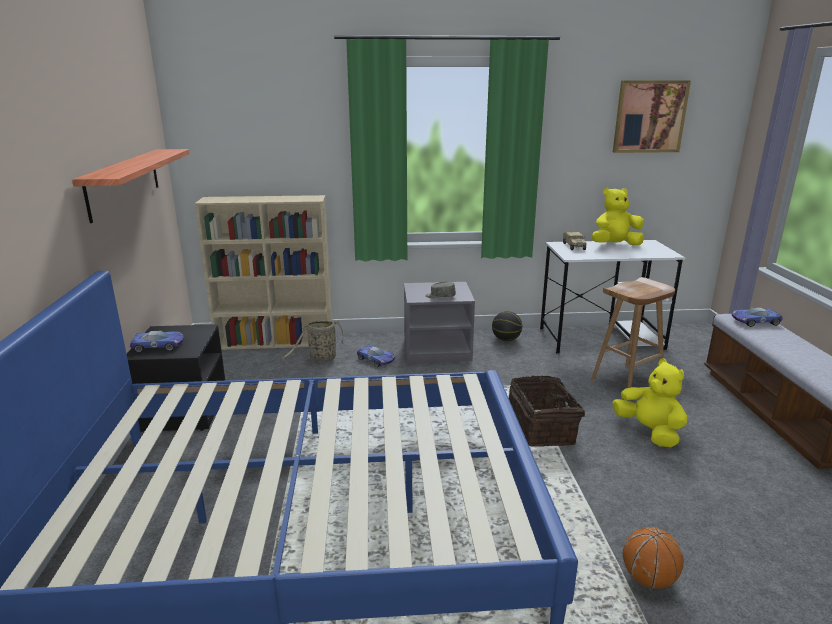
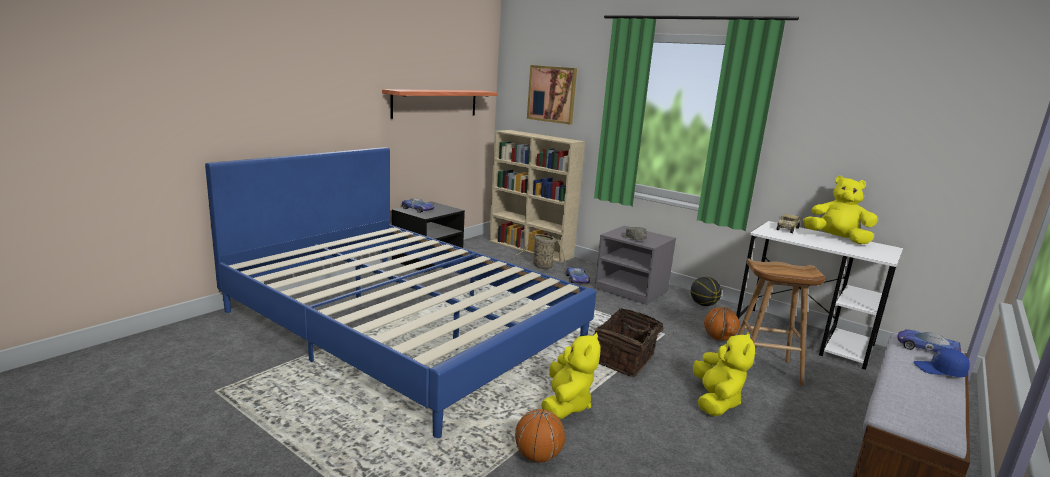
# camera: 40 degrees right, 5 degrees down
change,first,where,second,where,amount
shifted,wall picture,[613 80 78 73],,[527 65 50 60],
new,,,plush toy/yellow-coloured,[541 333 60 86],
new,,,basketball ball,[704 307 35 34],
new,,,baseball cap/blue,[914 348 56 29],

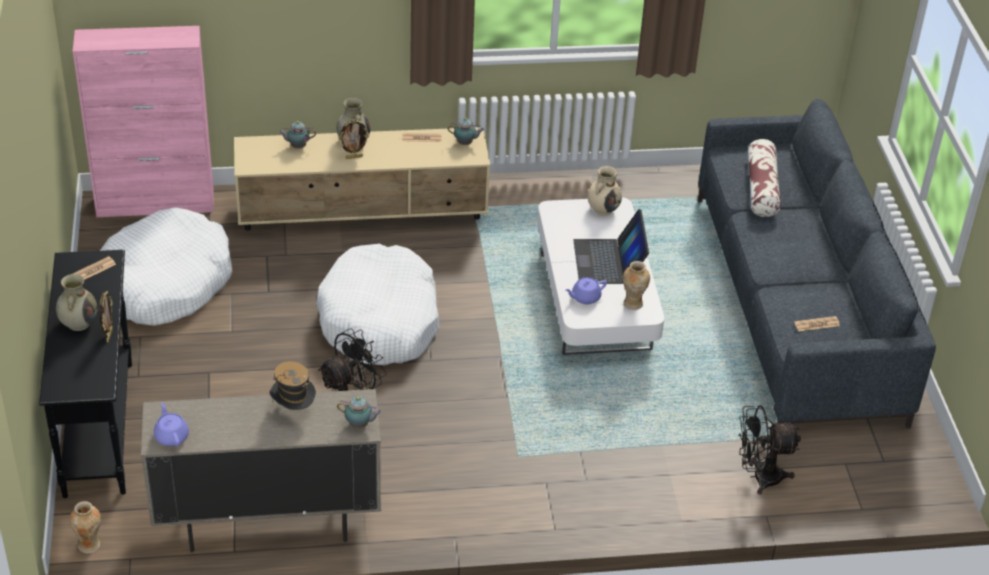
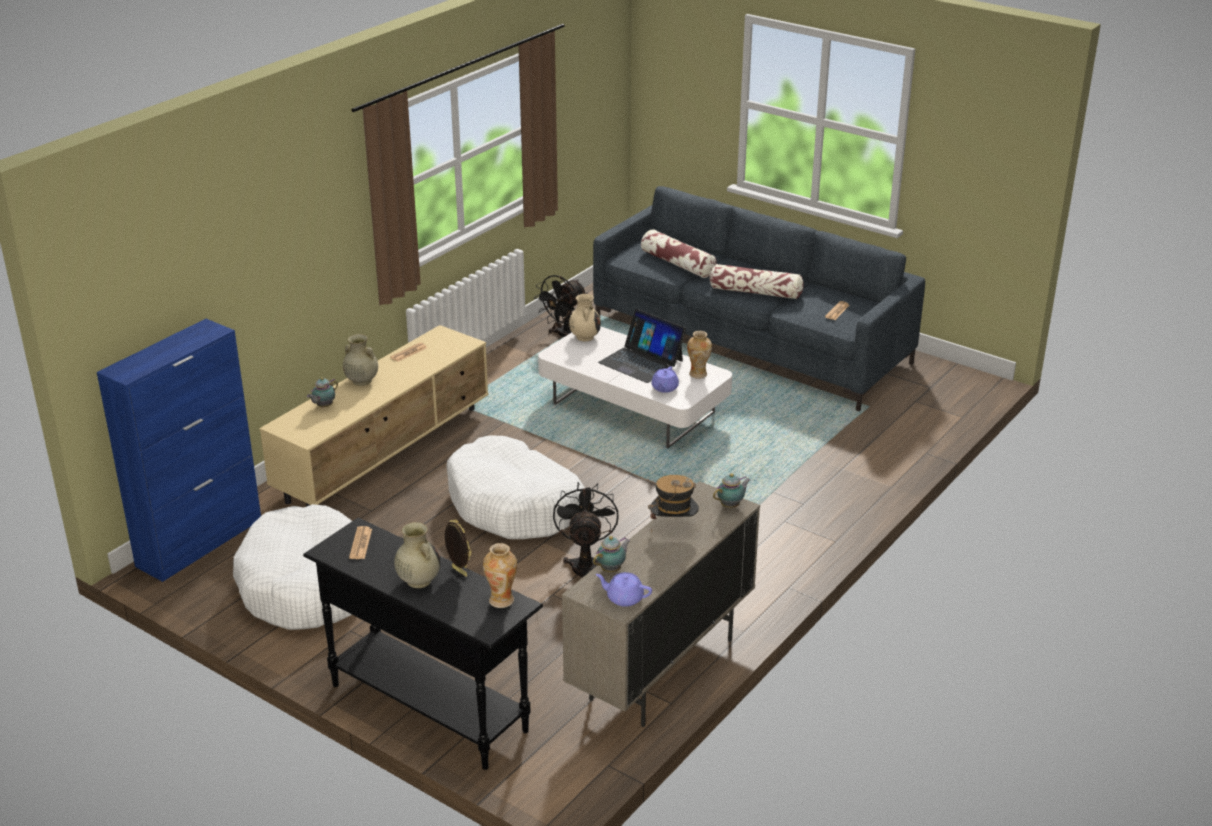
# camera: 45 degrees left, 10 degrees down
change,first,where,second,where,amount
repainted,cupboard/pinkish,[73 26 141 191],cupboard/blue,[97 319 164 263],
shifted,decorative vase,[70 501 31 52],,[483 543 34 65],
shifted,electric fan/black-coloured,[738 405 63 90],,[534 275 53 64],
shifted,pot for tea,[448 118 37 27],,[593 536 37 36],
new,,,pillow,[710 264 94 35],
gone,standing frame,[339 119 30 40],,,

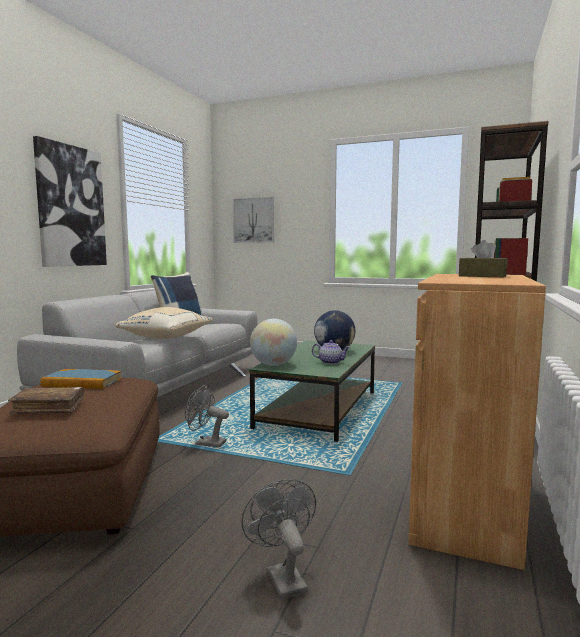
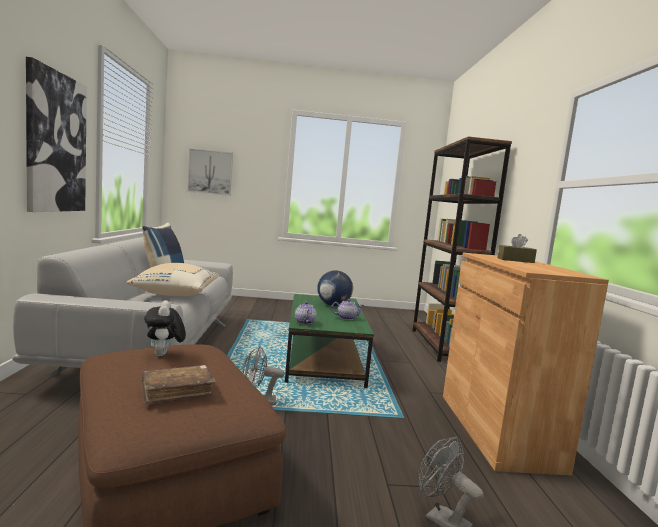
# camera: 25 degrees left, 0 degrees up
change,first,where,second,where,amount
swapped,book,[41 369 81 20],plush toy,[144 300 42 56],
swapped,world globe,[250 319 47 47],pot for tea,[295 302 21 23],

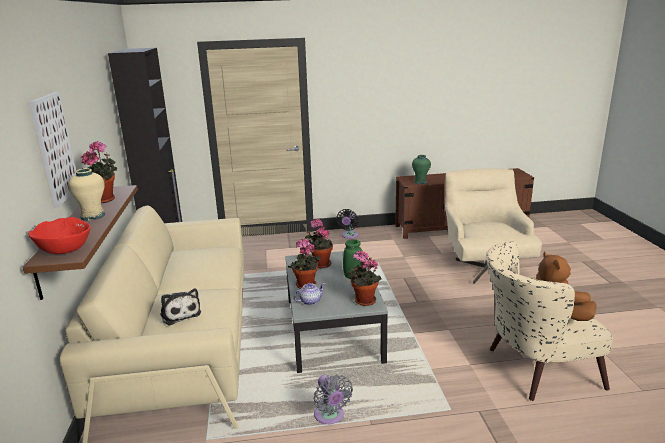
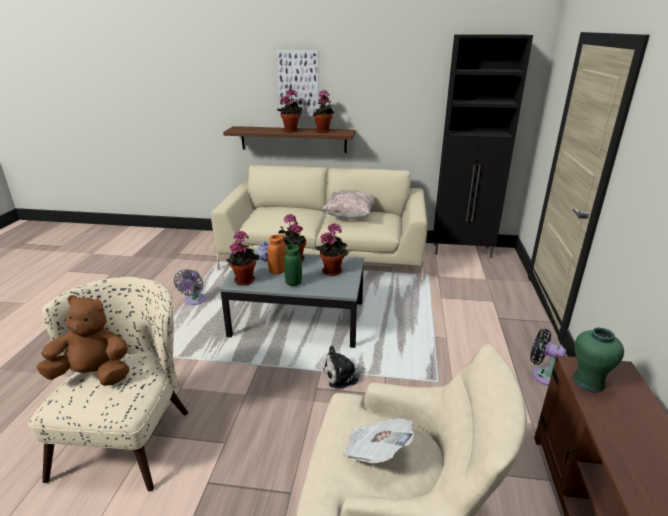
# camera: 105 degrees right, 5 degrees up
change,first,where,second,where,amount
rotated,electric fan/grey,[314 375 39 49],,[174 269 33 36],75 degrees counterclockwise
new,,,decorative vase/orangey,[268 235 18 39],
swapped,decorative vase/beige,[68 168 37 53],plant in a pot,[277 89 25 43],
new,,,pillow/beige,[322 190 54 29],
shifted,plush toy,[160 288 41 38],,[323 346 43 43],
new,,,printed paper,[343 418 71 45],
gone,serving bowl/red-coloured,[28 217 62 37],,,

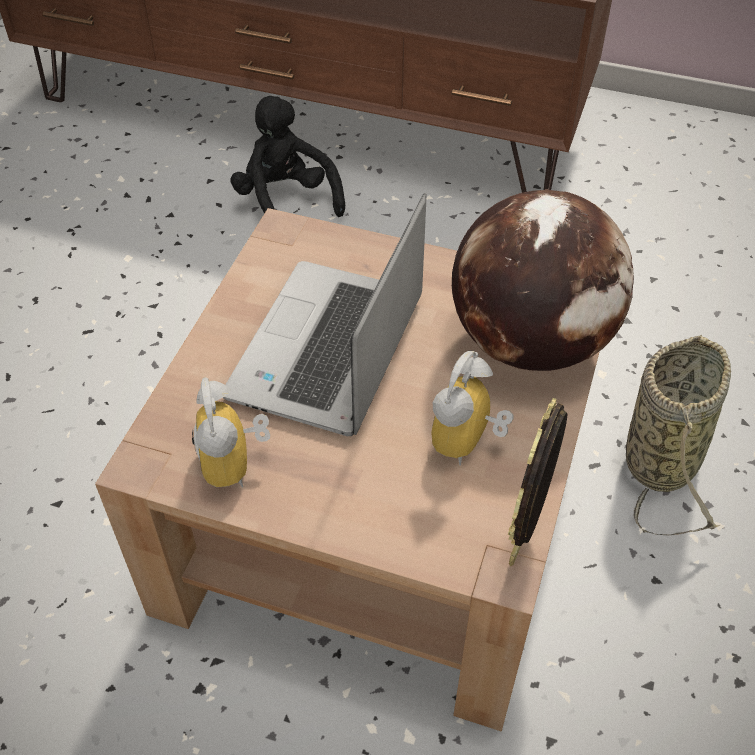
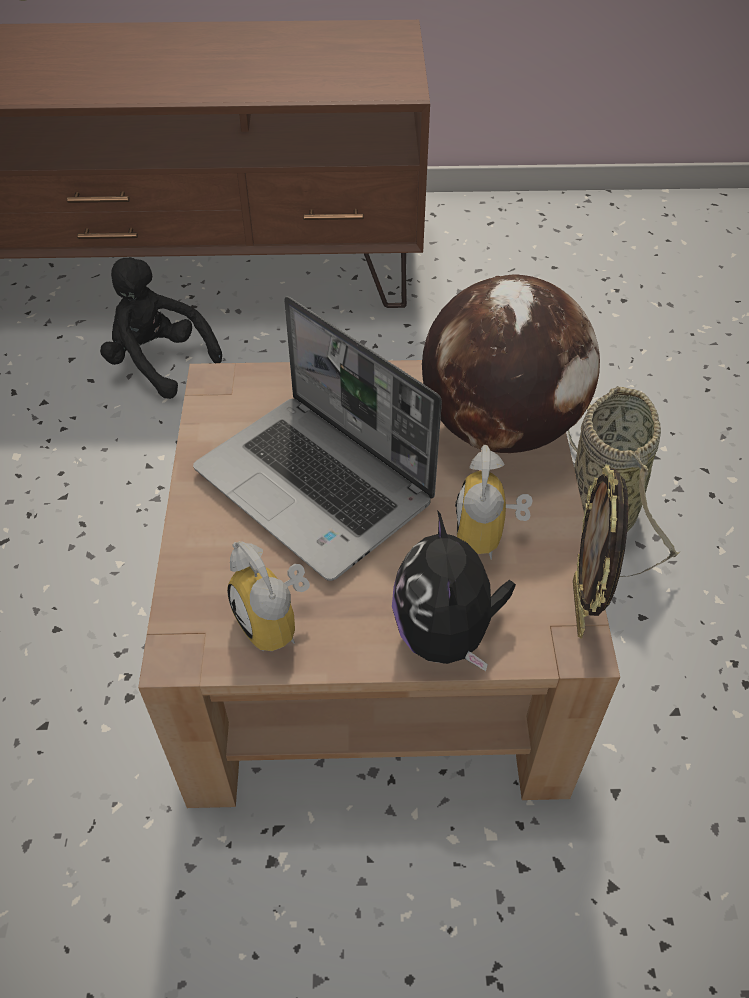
# camera: 20 degrees left, 0 degrees up
change,first,where,second,where,amount
rotated,portable computer,[223 193 203 243],,[193 296 249 285],45 degrees counterclockwise
new,,,plush toy,[392 510 124 161],

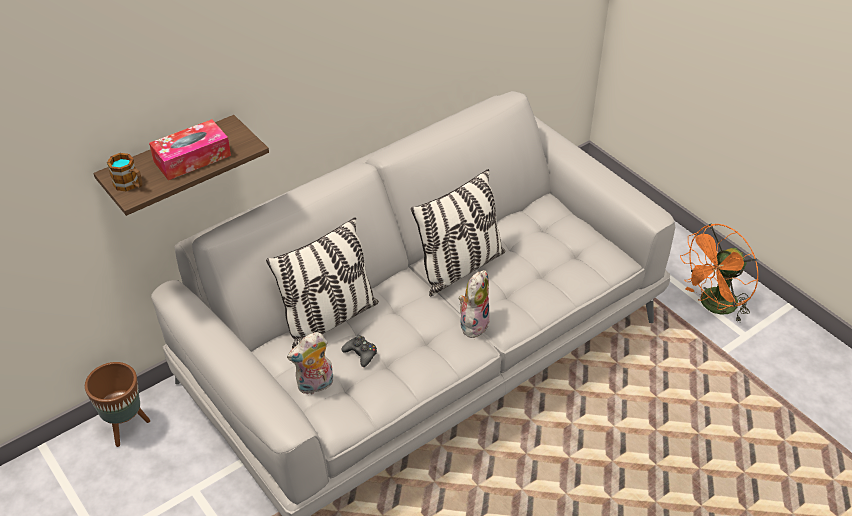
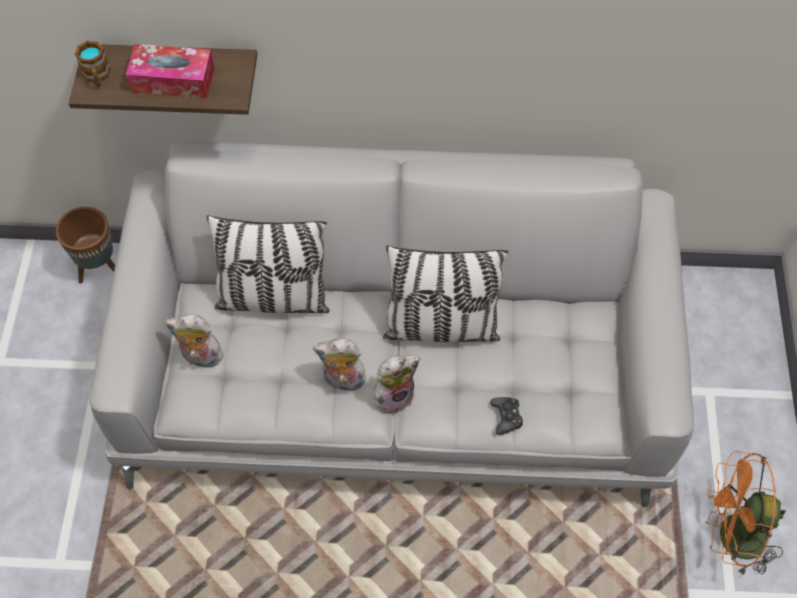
# camera: 40 degrees right, 15 degrees up
change,first,where,second,where,amount
new,,,plush toy,[313 338 53 57],
shifted,gamepad/black-coloured,[341 335 36 32],,[490 397 33 38],

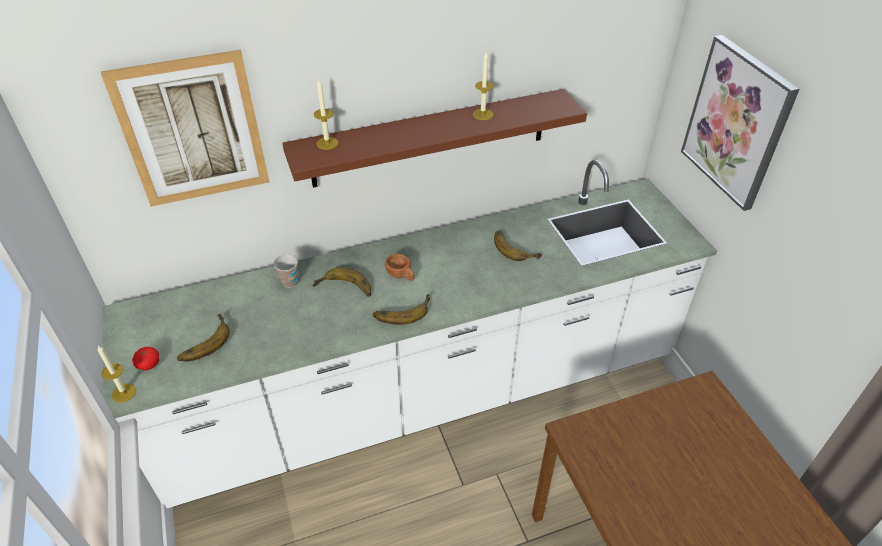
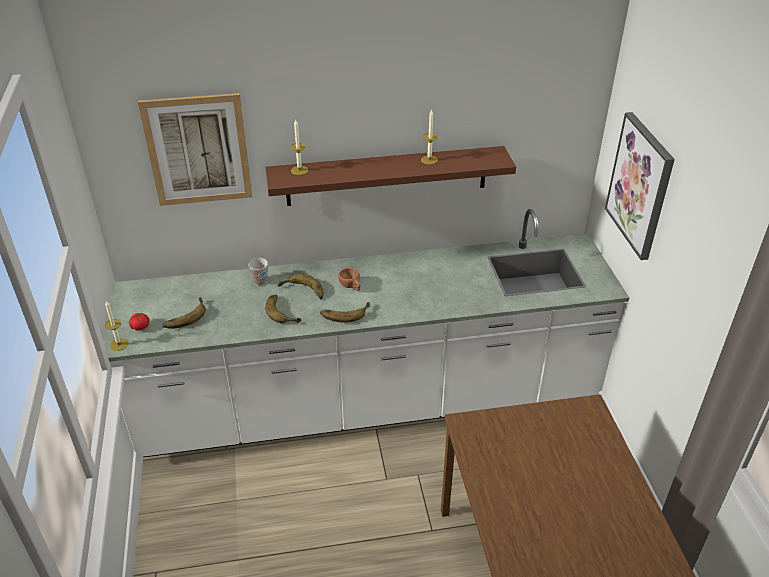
# camera: 10 degrees right, 5 degrees down
change,first,where,second,where,amount
shifted,banana fruit,[494 230 48 31],,[265 295 36 28],

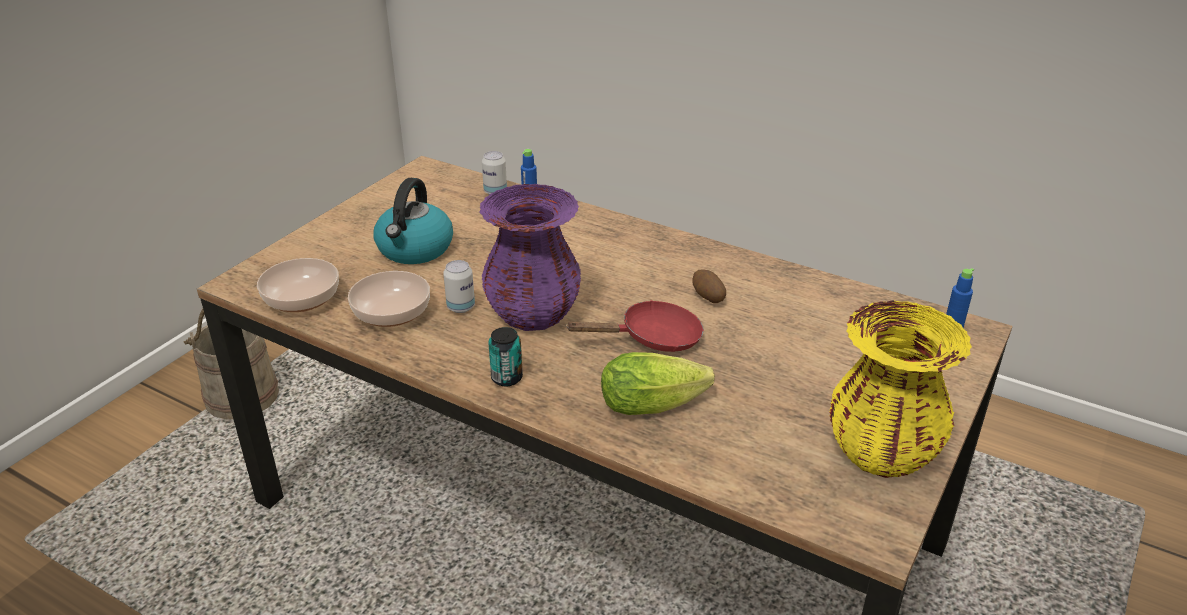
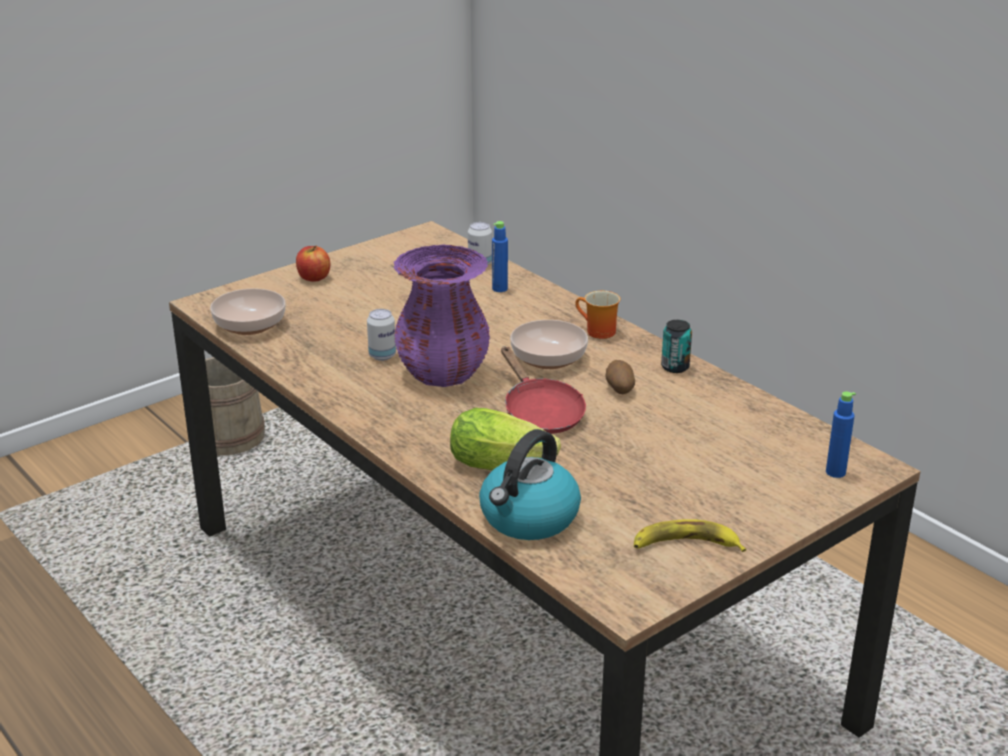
# camera: 20 degrees right, 5 degrees down
change,first,where,second,where,amount
new,,,apple fruit,[296 246 34 36],
shifted,water kettle,[373 178 80 86],,[479 429 102 111],
rotated,skillet/red-coloured,[565 300 139 52],,[501 346 85 88],60 degrees clockwise
shifted,serving bowl,[348 271 82 56],,[510 320 78 49],
new,,,coffee mug,[575 291 45 48],
swapped,decorative vase/yellow-coloured,[829 300 143 178],banana fruit,[634 519 112 33],
shifted,sealed can,[488 327 35 59],,[661 320 31 53],

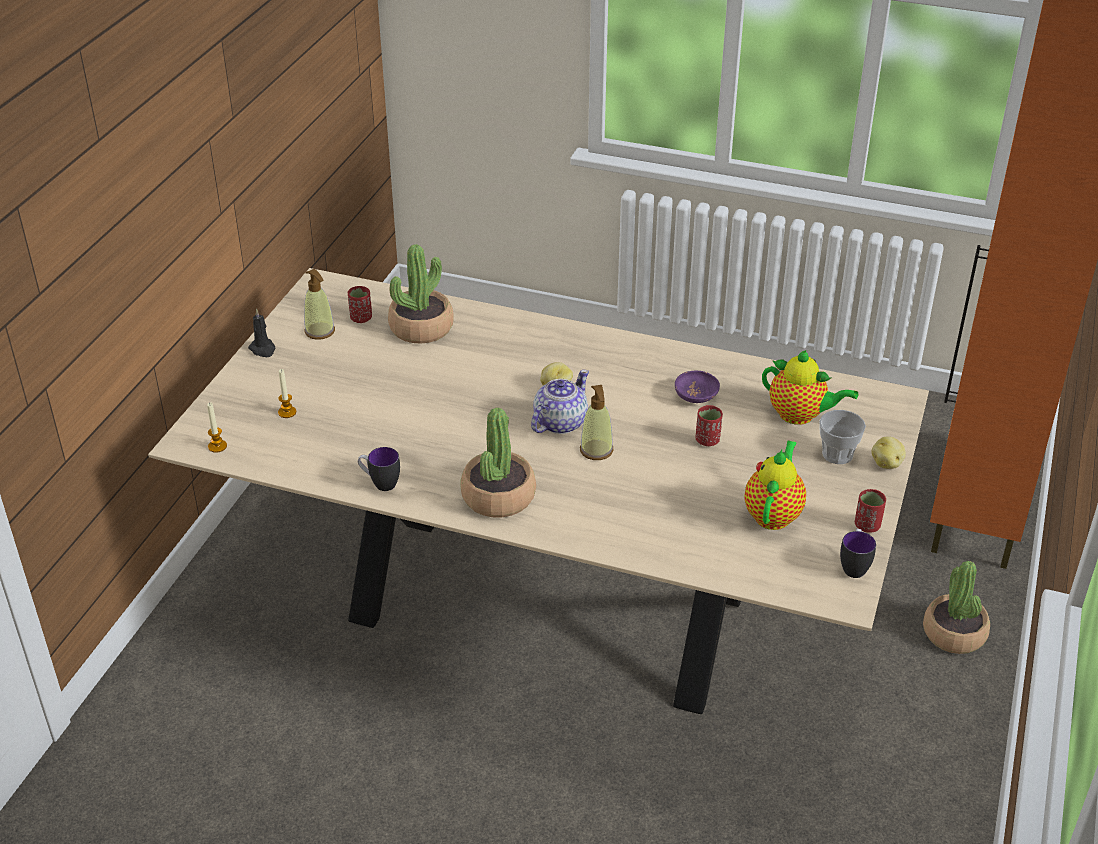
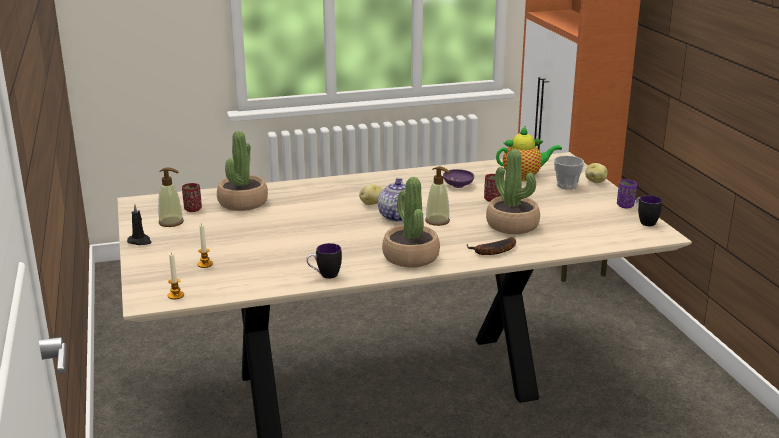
# camera: 35 degrees left, 15 degrees down
change,first,where,second,where,amount
new,,,banana fruit,[467 237 49 18],
shifted,plant in a pot,[923 561 67 93],,[486 149 54 85],
repainted,drinking cup/red-coloured,[855 489 31 44],drinking cup/purplish,[617 180 20 28],
gone,pot for tea,[744 440 62 90],,,

